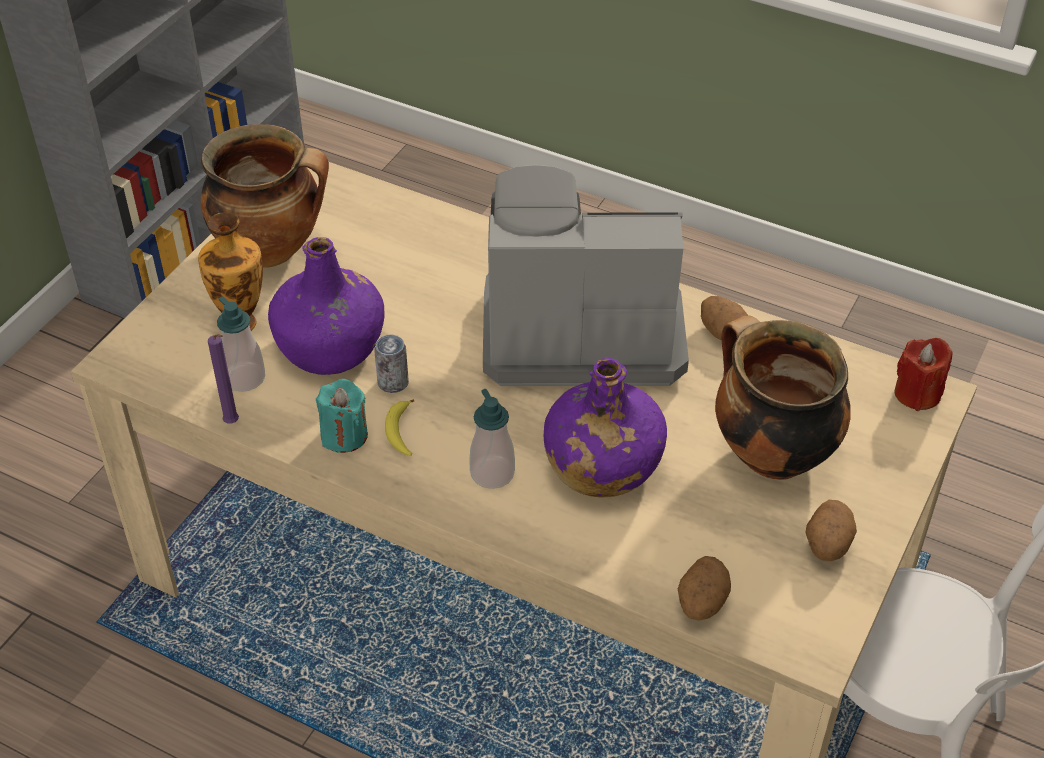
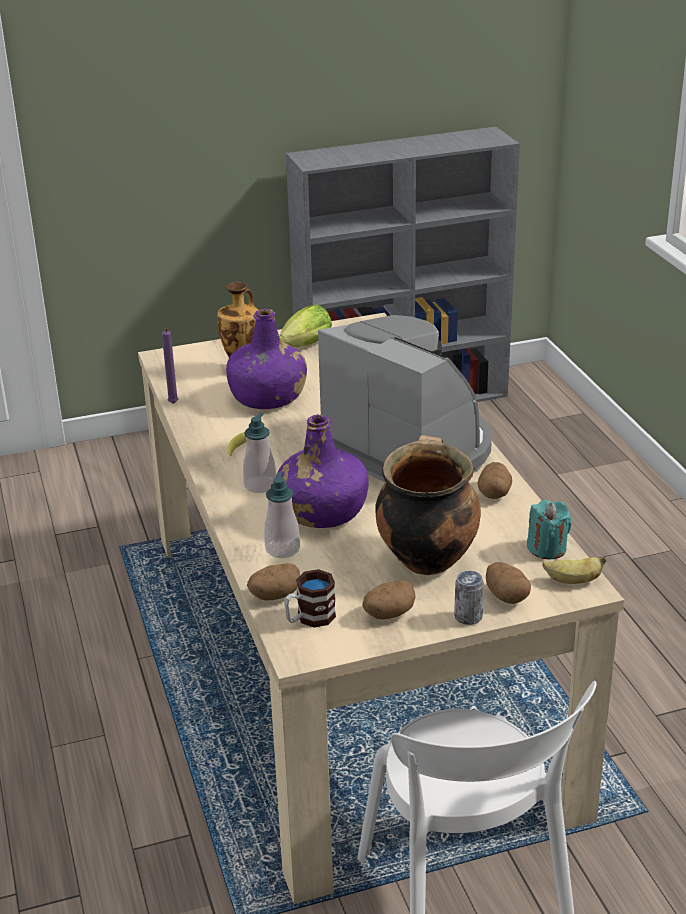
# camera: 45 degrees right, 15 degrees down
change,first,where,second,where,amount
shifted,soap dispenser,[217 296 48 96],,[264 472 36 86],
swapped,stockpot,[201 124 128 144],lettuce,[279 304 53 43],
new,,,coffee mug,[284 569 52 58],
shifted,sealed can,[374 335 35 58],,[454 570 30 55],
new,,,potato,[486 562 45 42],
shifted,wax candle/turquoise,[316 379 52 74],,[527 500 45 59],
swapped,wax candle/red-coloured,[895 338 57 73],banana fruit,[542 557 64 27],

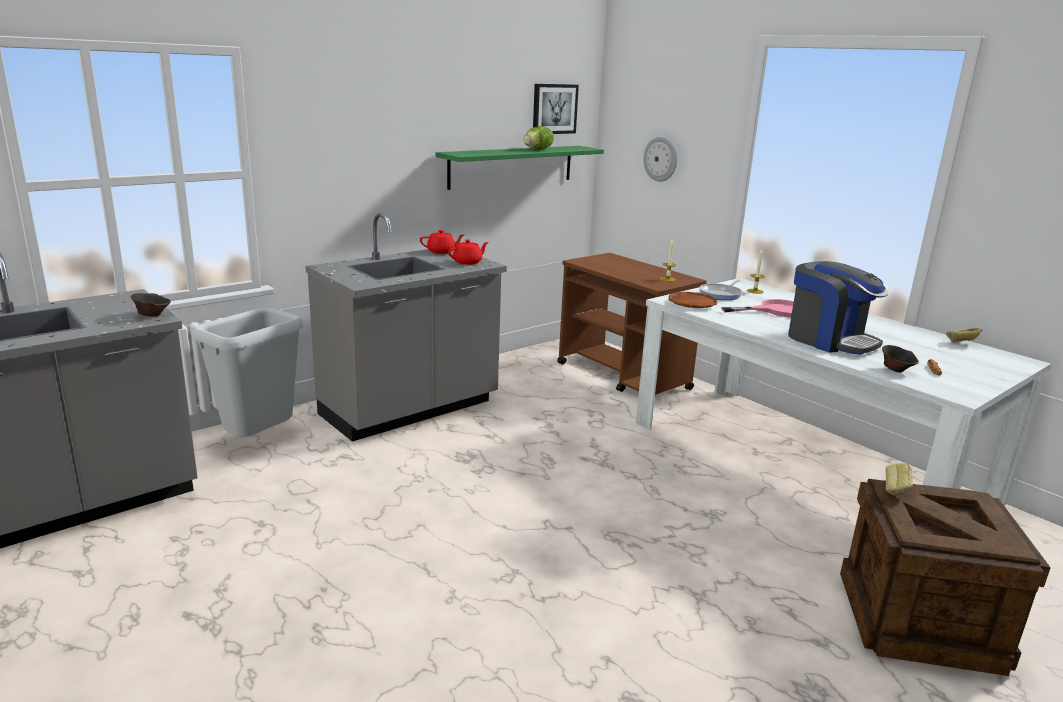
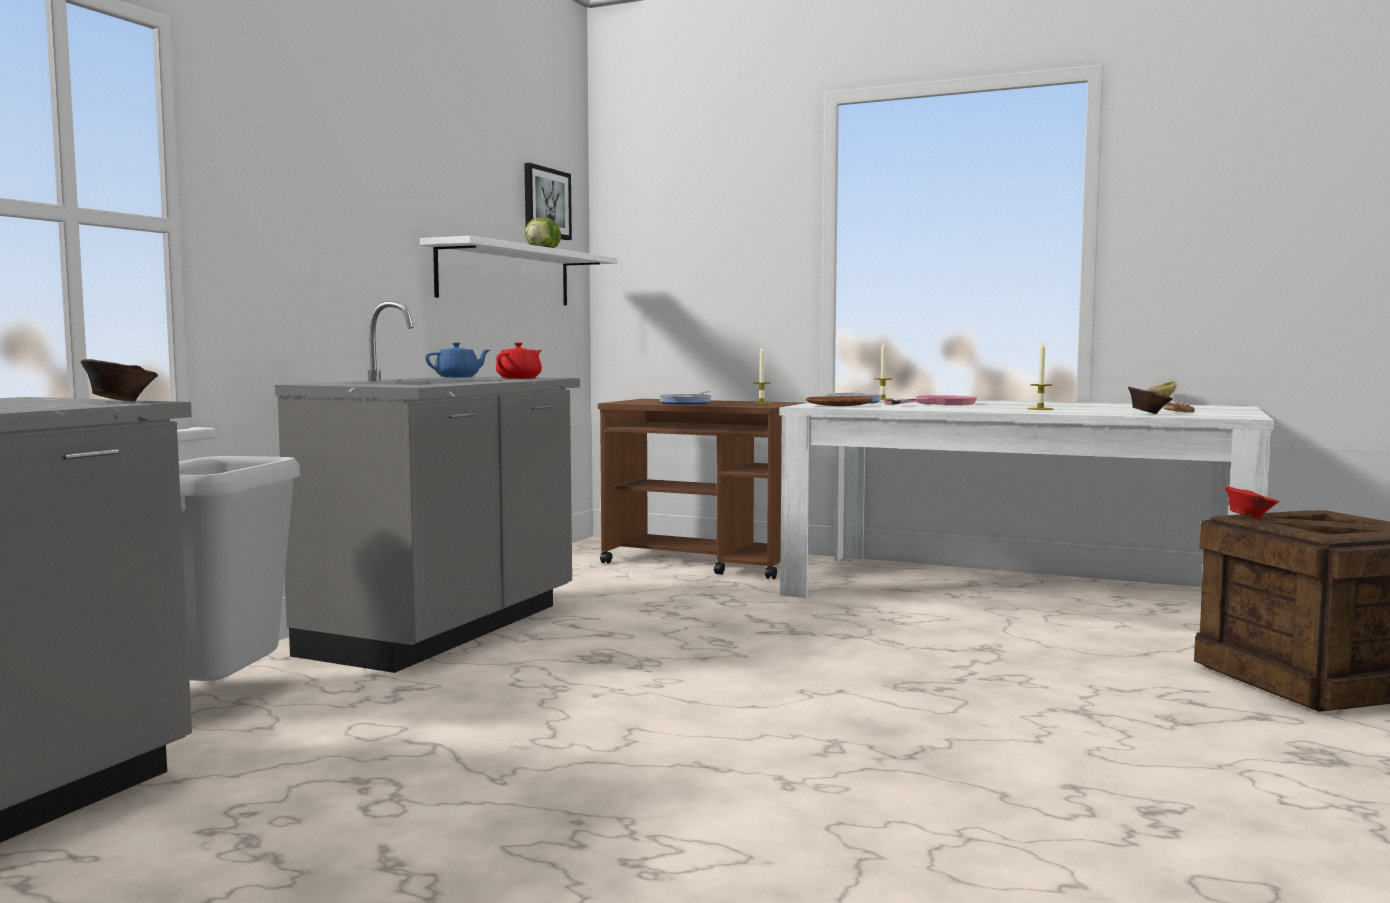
# camera: 25 degrees left, 15 degrees down
change,first,where,second,where,amount
repainted,wall shelf/green-coloured,[436 146 168 44],wall shelf/white,[420 236 197 69],
repainted,pot for tea/red-coloured,[420 230 44 24],pot for tea/blue,[425 342 65 35],
new,,,skillet,[659 391 53 13],
swapped,coffee machine,[788 261 101 94],wax candle,[1027 342 27 68],
swapped,baked bread,[885 463 28 33],serving bowl/red-coloured,[1224 486 55 33],
gone,hanging clock,[643 137 34 45],,,

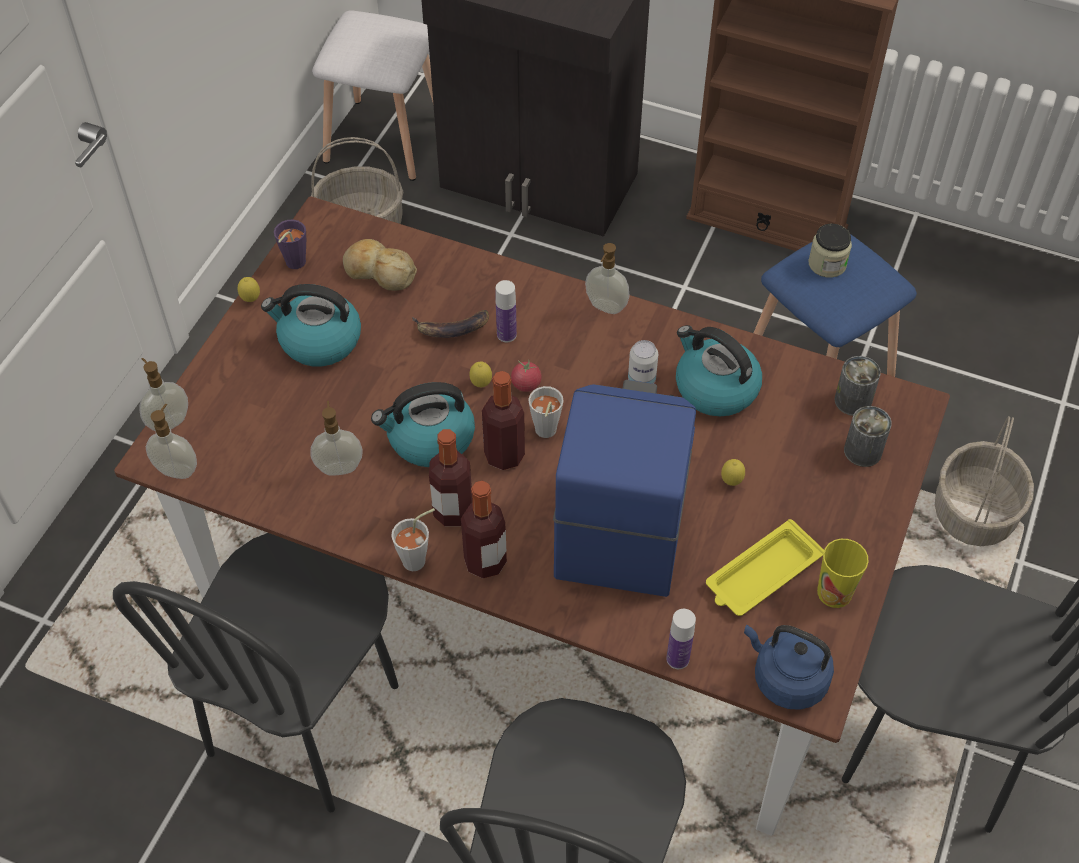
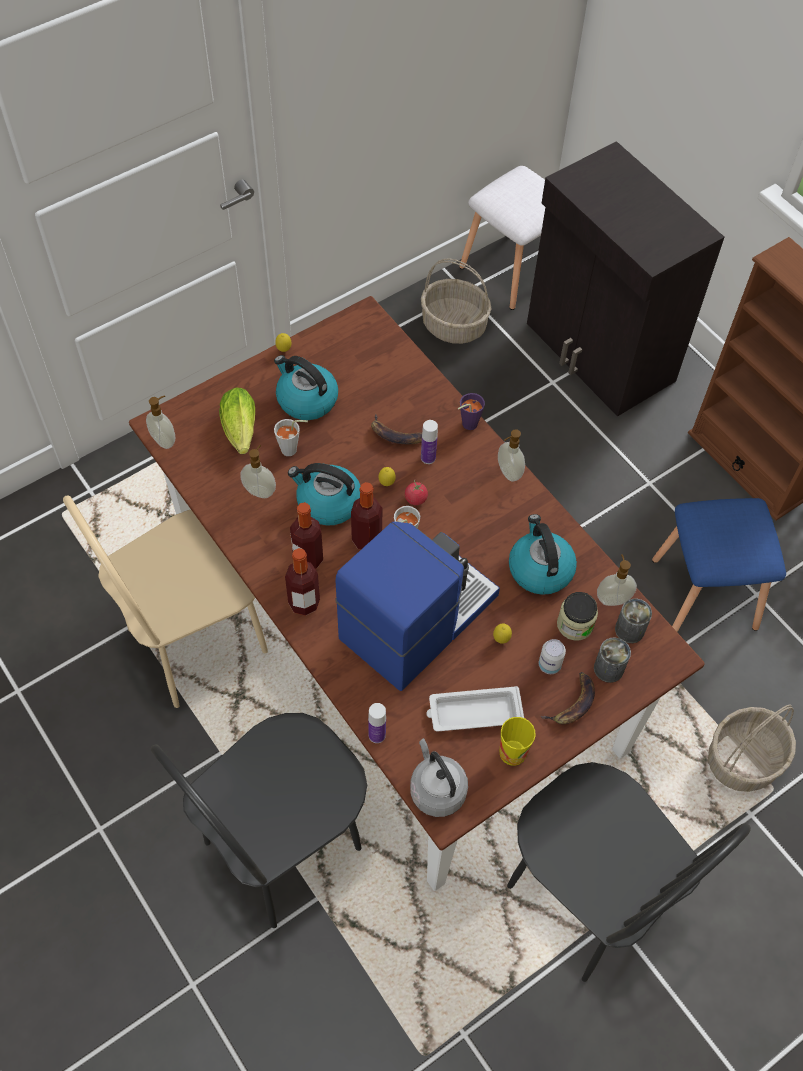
# camera: 30 degrees right, 5 degrees up
change,first,where,second,where,amount
repainted,upright chair/black-coloured,[113 533 286 279],upright chair/beige,[63 495 205 213],
new,,,lettuce,[219 388 36 66],
shifted,drinking cup/grey,[391 508 44 63],,[274 419 34 37],
repainted,water kettle/blue,[744 624 90 86],water kettle/grey,[410 738 58 79],
repainted,serving tray/yellow-coloured,[706 519 118 97],serving tray/white,[426 686 98 46],
shifted,drinking cup/purplish,[274 220 32 49],,[458 393 27 37],
shifted,sealed can,[628 340 30 44],,[539 639 27 35],
new,,,banana fruit,[541 672 54 52],
shifted,storage jar,[808 224 44 54],,[557 592 41 49],
shifted,soap dispenser,[139 358 49 73],,[597 554 40 52],
gone,baked bread,[343 239 74 52],,,

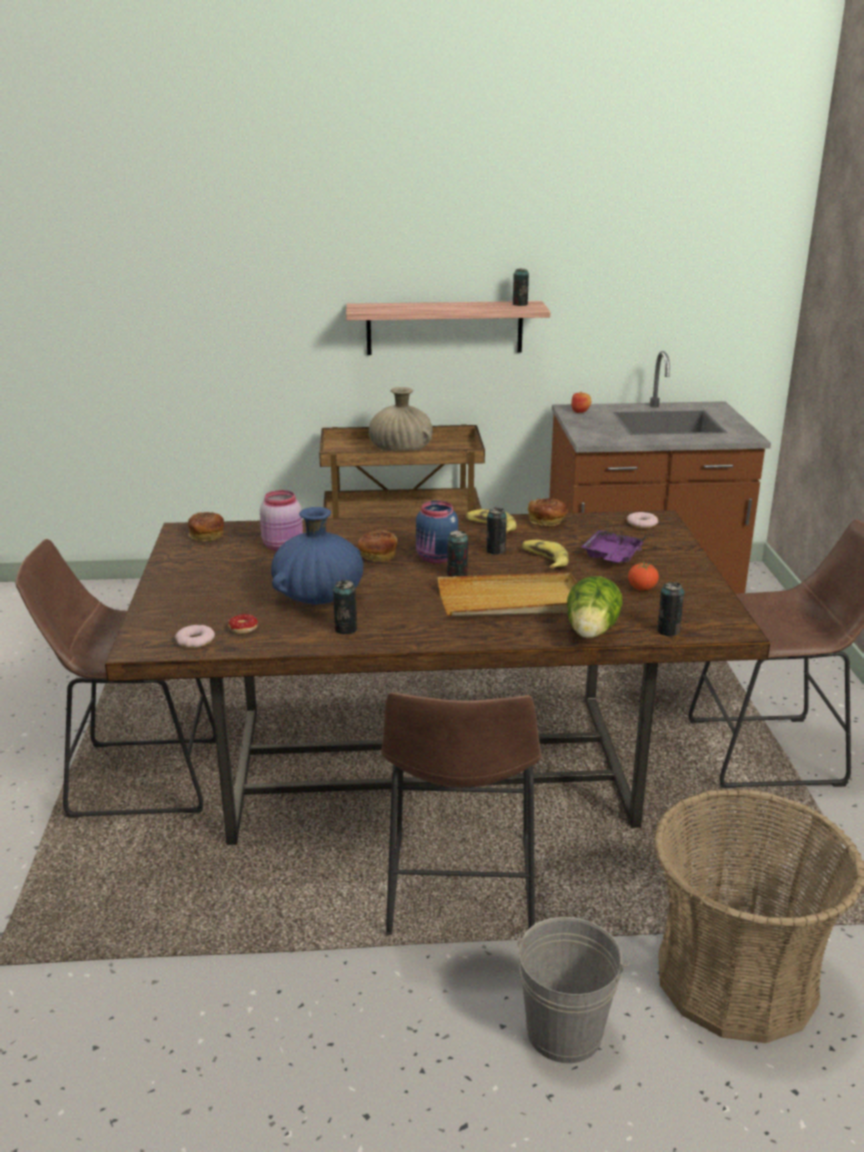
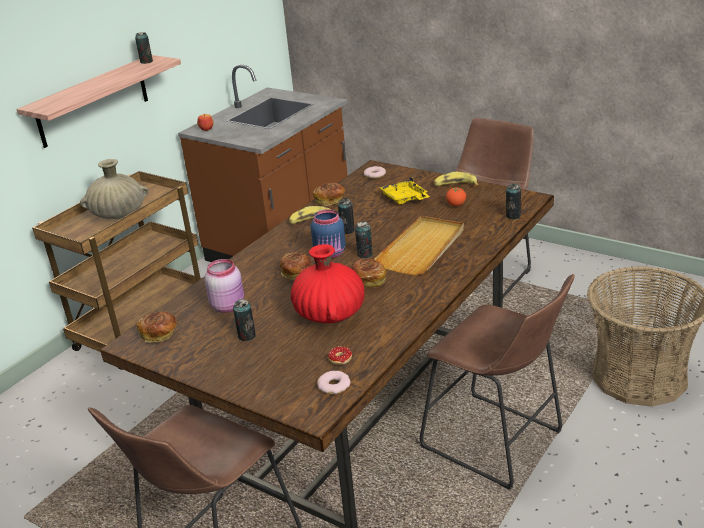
# camera: 50 degrees left, 5 degrees up
change,first,where,second,where,amount
shifted,sealed can,[333 580 24 54],,[233 299 23 42],
repainted,decorative vase/blue,[271 507 92 97],decorative vase/red-coloured,[291 244 74 79],
new,,,baked bread,[351 258 35 30],
repainted,serving tray/purplish,[581 530 65 33],serving tray/yellow-coloured,[379 176 51 29],
shifted,banana fruit,[521 540 48 29],,[434 172 44 14],
gone,water bucket/grey,[515 917 115 146],,,
gone,lettuce,[567 576 55 62],,,

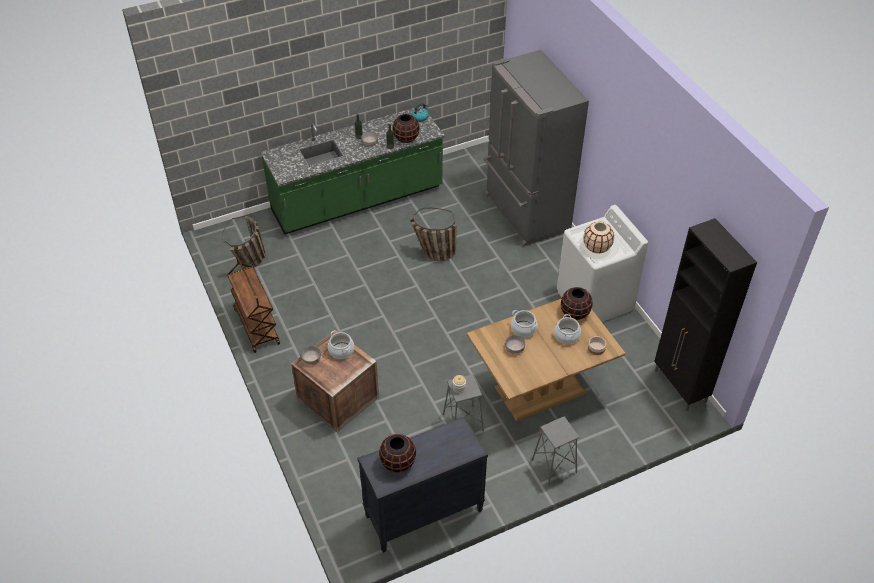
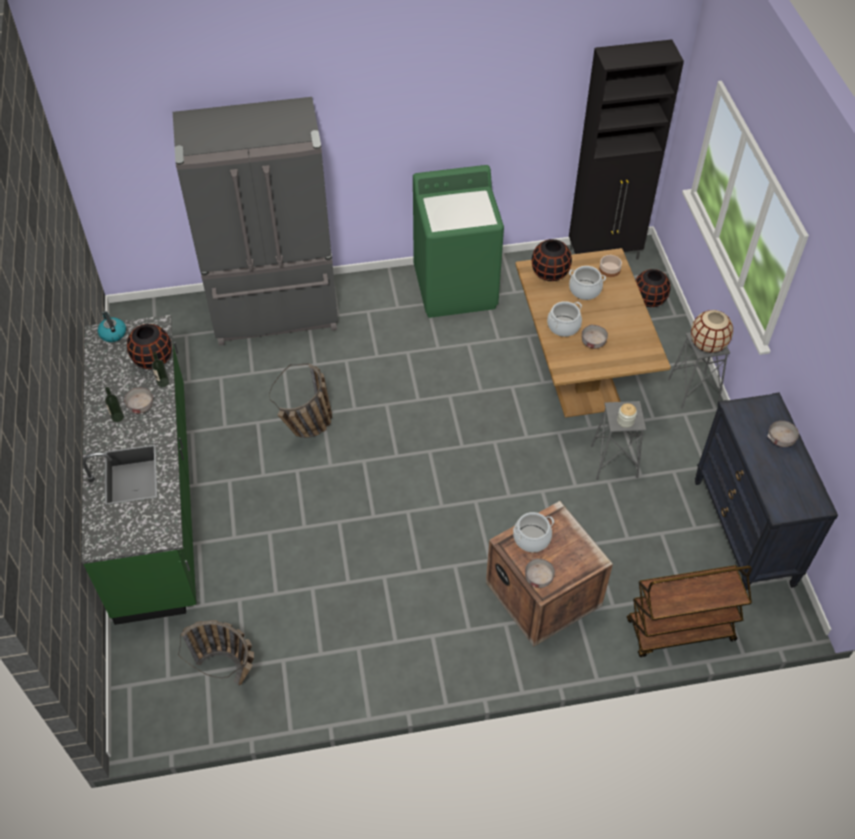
# camera: 75 degrees left, 5 degrees up
change,first,where,second,where,amount
repainted,laundry machine/white,[557 205 91 117],laundry machine/green-coloured,[413 165 91 153],
shifted,cart/brown,[227 256 53 97],,[627 565 125 92],
shifted,decorative vase/black-coloured,[379 434 37 38],,[635 269 35 38],
shifted,decorative vase/beige,[583 222 31 31],,[691 310 42 43],
new,,,serving bowl/grey,[767 421 32 26],

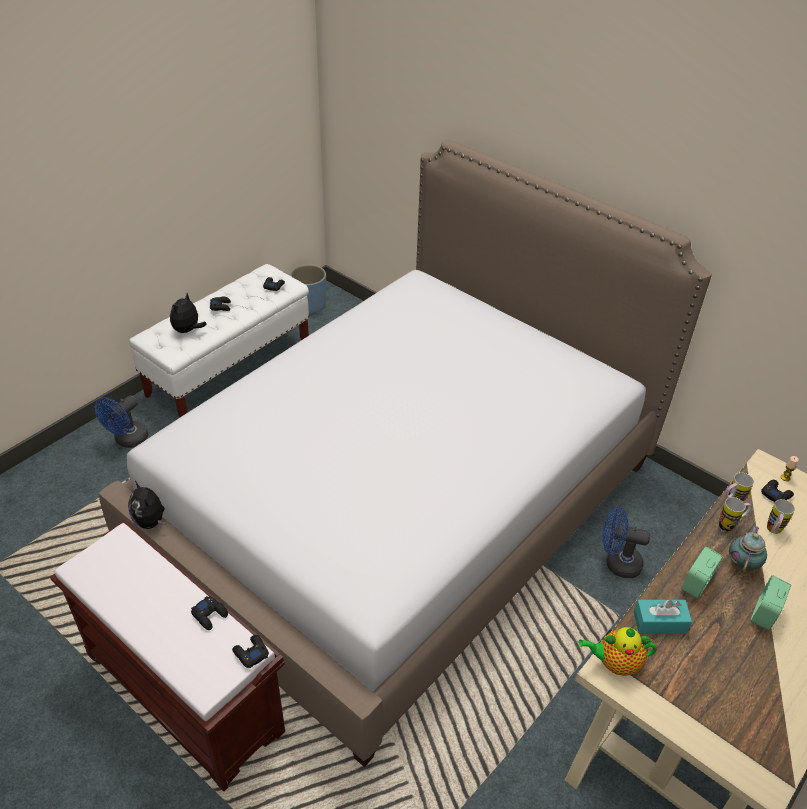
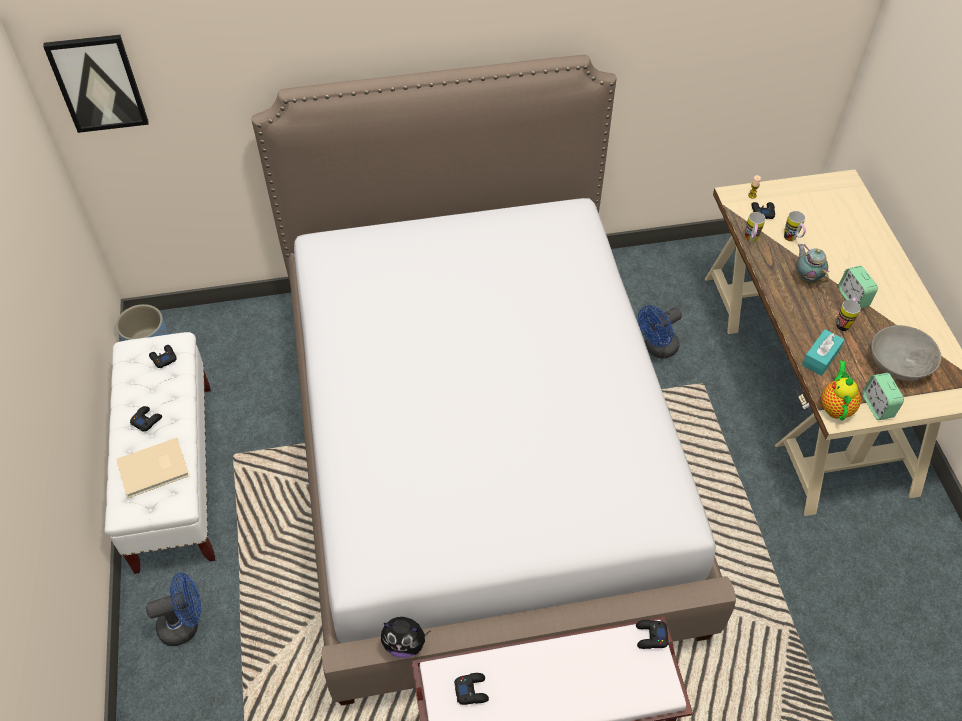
# camera: 50 degrees left, 10 degrees up
change,first,where,second,where,amount
new,,,wall picture,[43 35 105 98],
swapped,plush toy,[170 293 37 40],book/beige,[116 438 73 60],
rotated,electric fan/blue,[94 395 54 53],,[146 572 55 74],90 degrees counterclockwise
shifted,gamepad/black-coloured,[191 596 37 34],,[454 673 35 32],
rotated,pot for tea,[579 627 78 49],,[821 361 40 60],150 degrees clockwise
shifted,coffee mug,[719 497 33 35],,[836 298 25 33],
shifted,bedside clock,[681 546 42 53],,[863 373 41 47],
new,,,serving bowl/grey,[871 325 70 56],

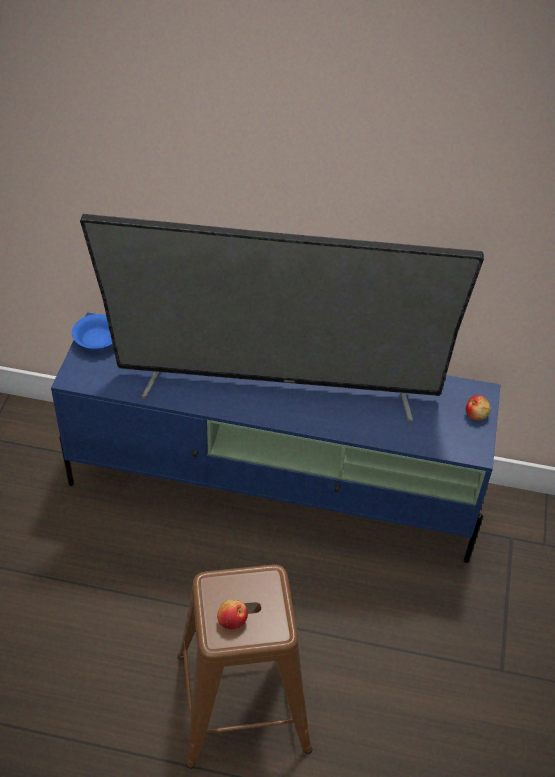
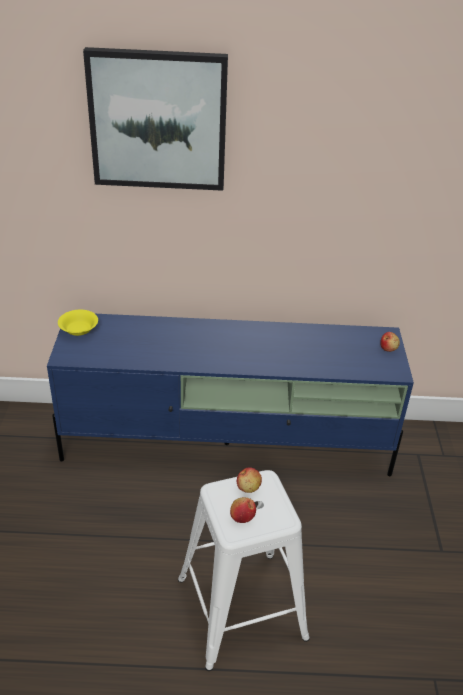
# camera: 10 degrees left, 10 degrees down
change,first,where,second,where,amount
repainted,serving bowl/blue,[72 314 40 36],serving bowl/yellow-coloured,[58 310 40 26],
new,,,wall picture,[83 47 145 144],
repainted,sitting stool/brown,[177 565 135 204],sitting stool/white,[178 470 132 201],
new,,,apple fruit,[237 467 25 26],
gone,television,[80 214 404 208],,,

